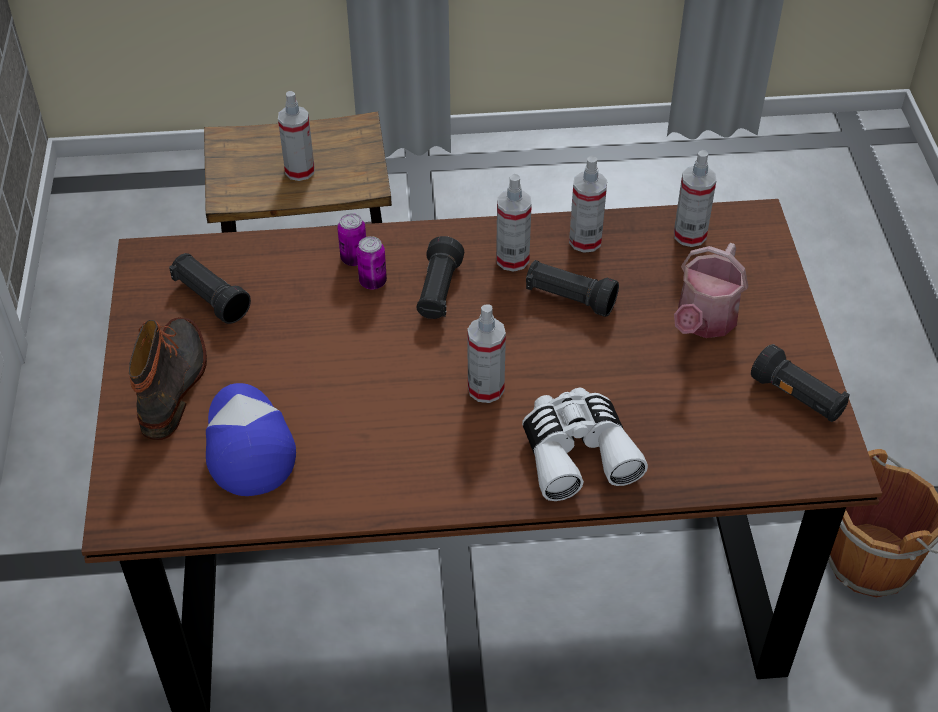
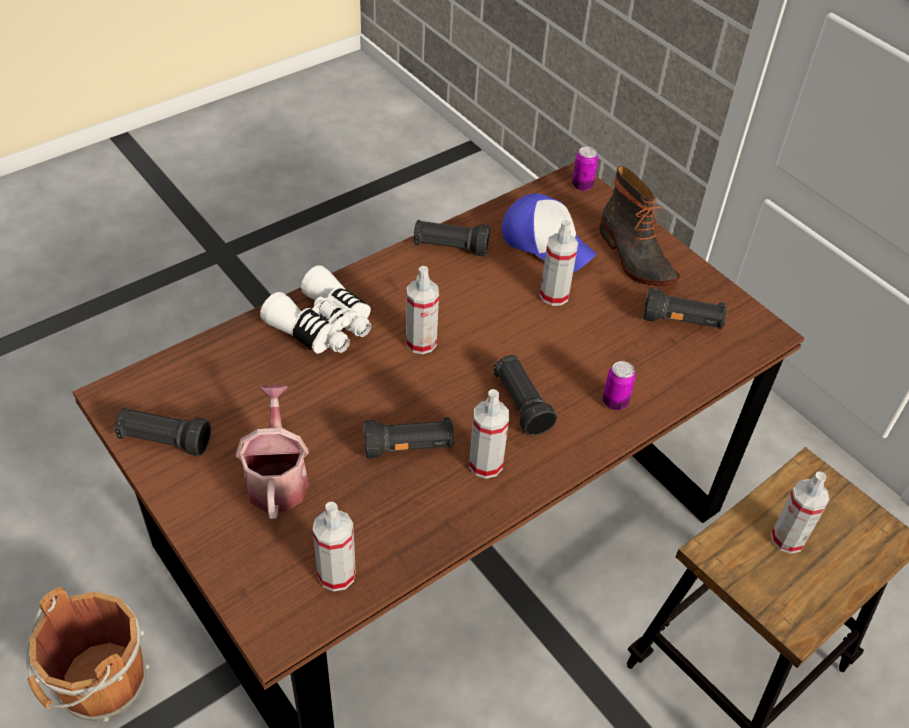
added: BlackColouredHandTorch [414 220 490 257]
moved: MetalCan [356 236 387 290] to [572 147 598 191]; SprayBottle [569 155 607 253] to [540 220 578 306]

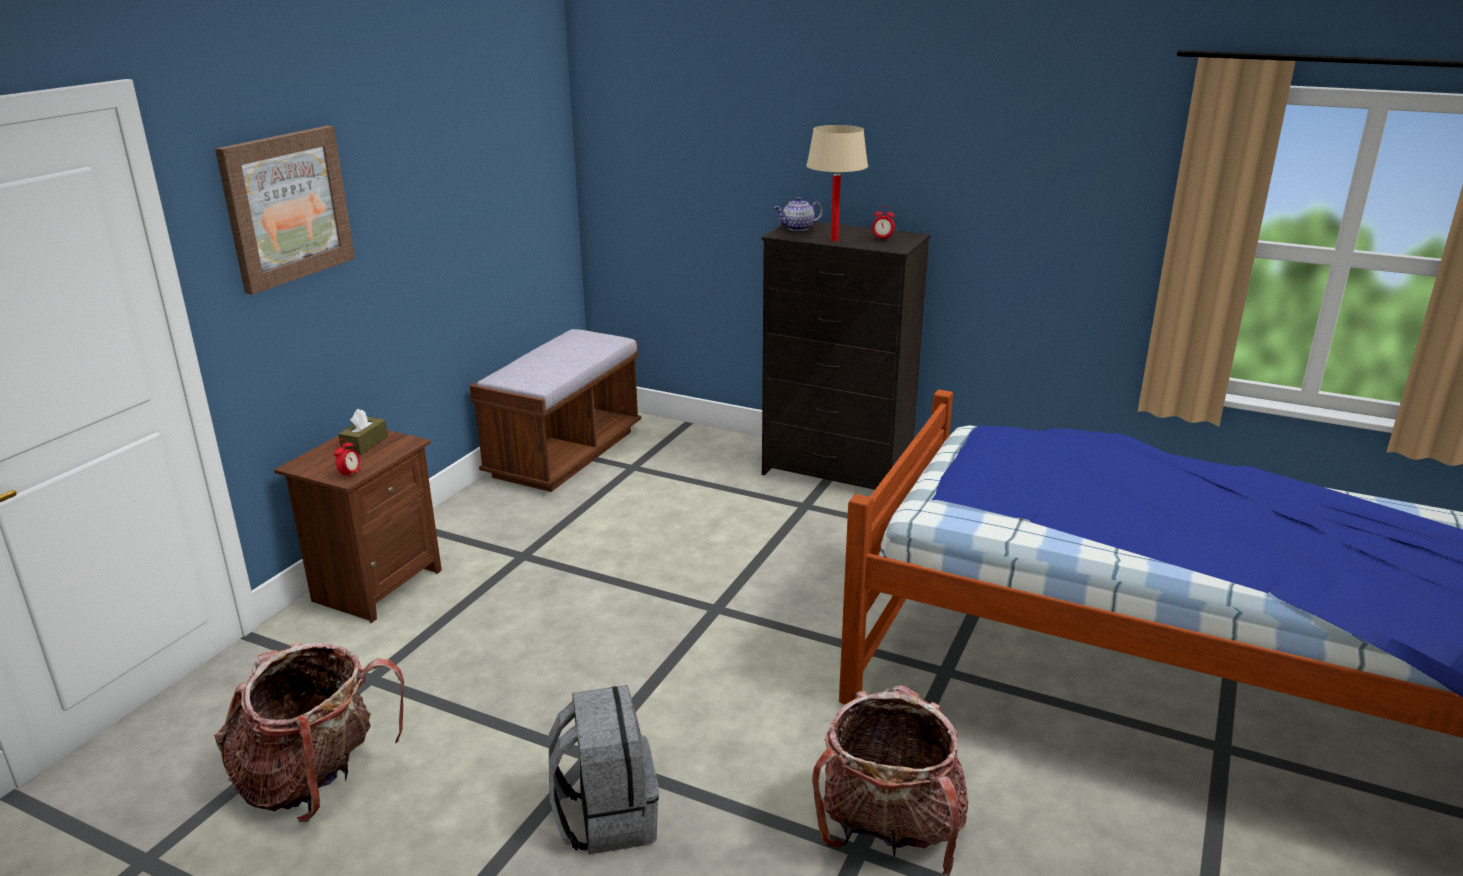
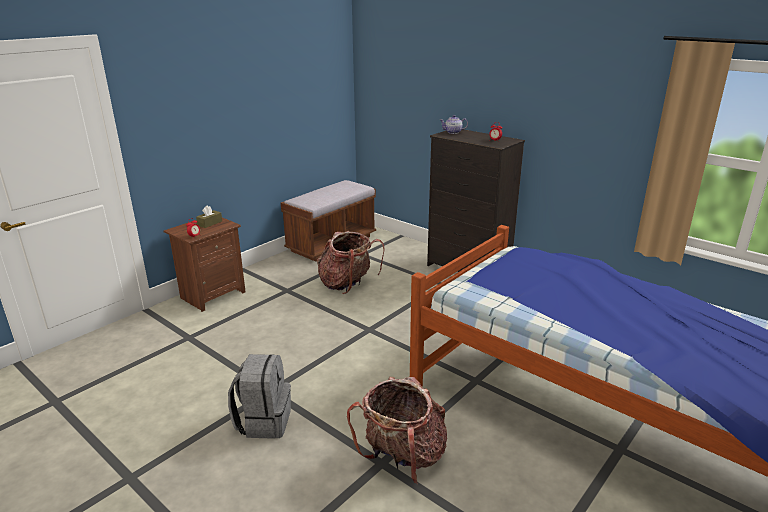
removed: Picture [215 126 355 295]; BeigeLampForATable [806 125 868 242]
moved: Rucksack [214 642 404 822] to [317 231 385 294]

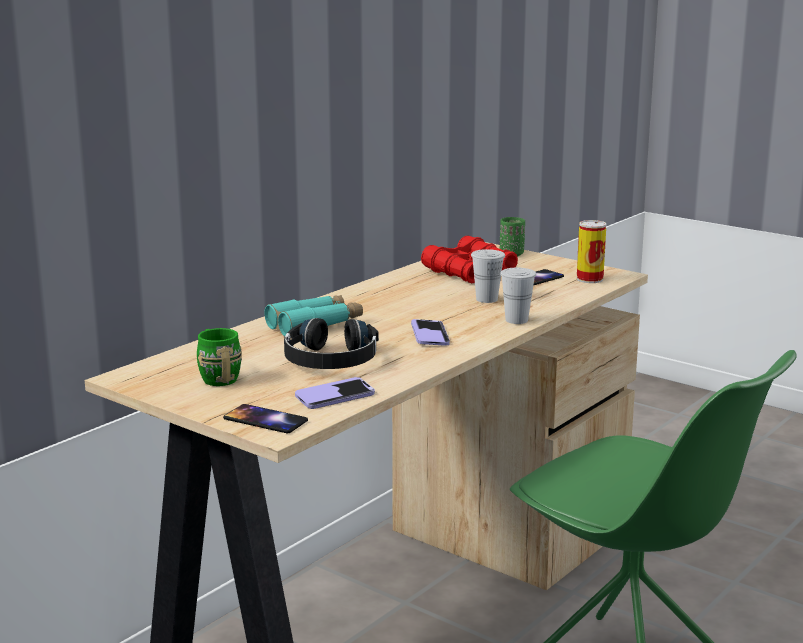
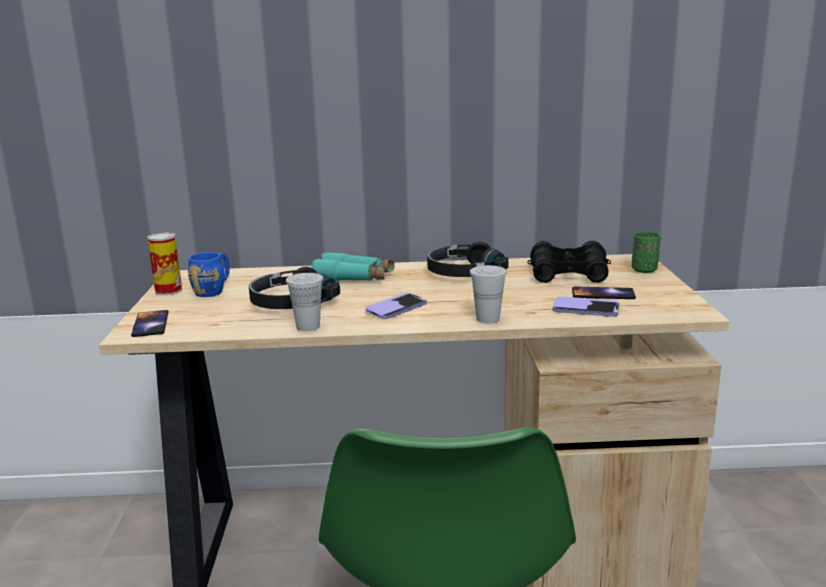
added: BlackColouredPairOfHeadphones [427 241 508 277]
moved: Handset [295 377 375 409] to [553 296 620 317]; WhitishCup [471 249 505 303] to [286 273 323 331]; MetalCan [577 220 607 283] to [147 232 182 295]
recoloured: GreenishCoffeeMug [197 328 242 386] to BlueCoffeeMug [188 252 230 297]; RedColouredBinoculars [421 235 518 283] to BlackColouredBinoculars [527 241 611 283]

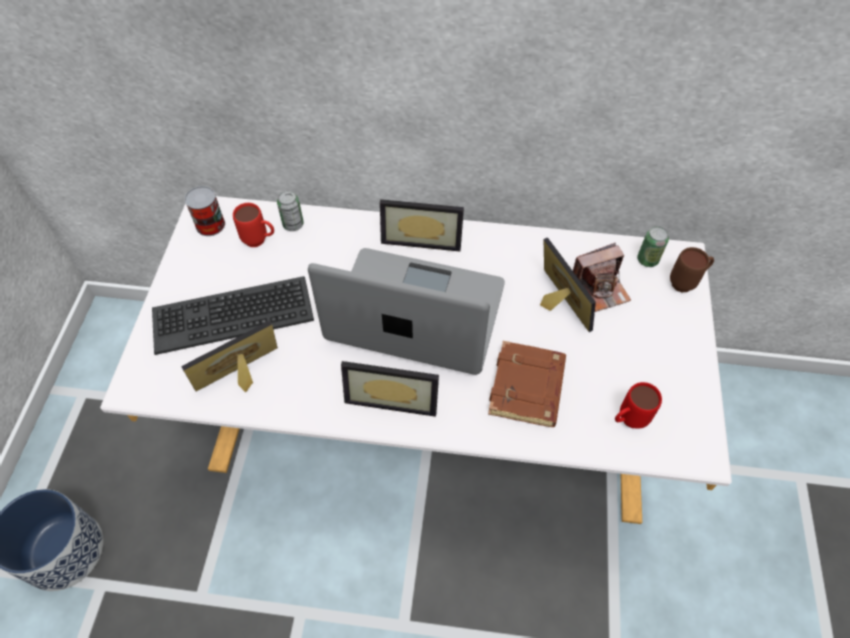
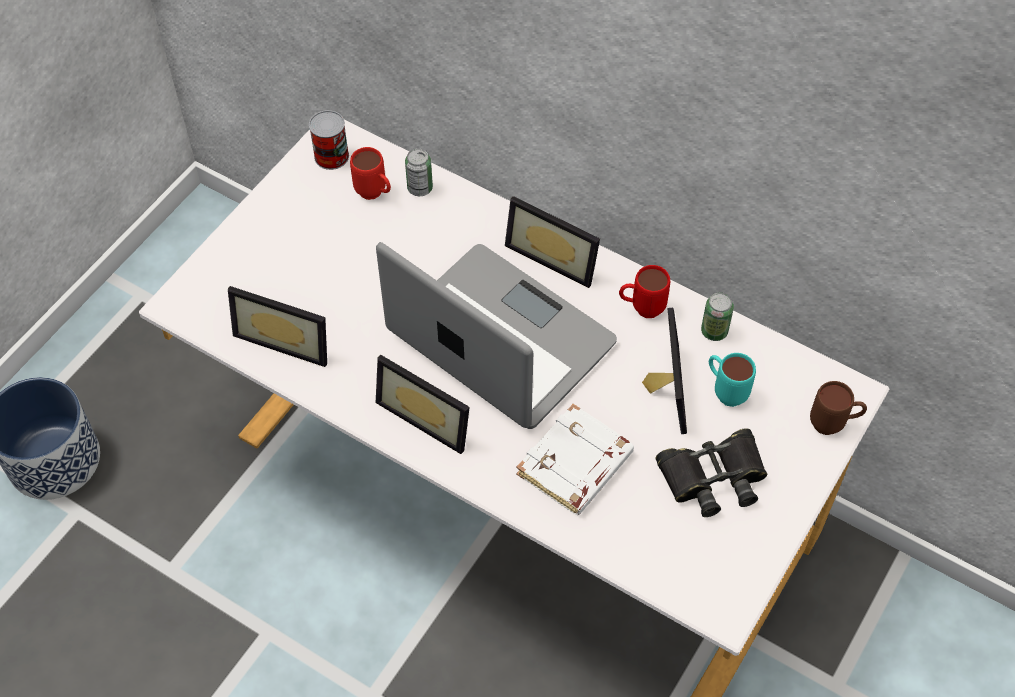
removed: ComputerKeyboard [152 276 314 355]
added: BlackColouredBinoculars [656 428 767 517]
moved: RedColouredCoffeeMug [615 382 662 428] to [619 265 670 318]; MetalCan [637 226 669 267] to [701 292 734 341]
replaced: StillCamera [573 243 631 312] to TurquoiseCoffeeMug [709 353 756 407]
recoloured: BrownishBoundBook [488 341 566 427] to WhitishBoundBook [516 404 634 516]
turned: PictureFrame [181 321 278 392] = [228 286 327 367] 150 degrees counterclockwise

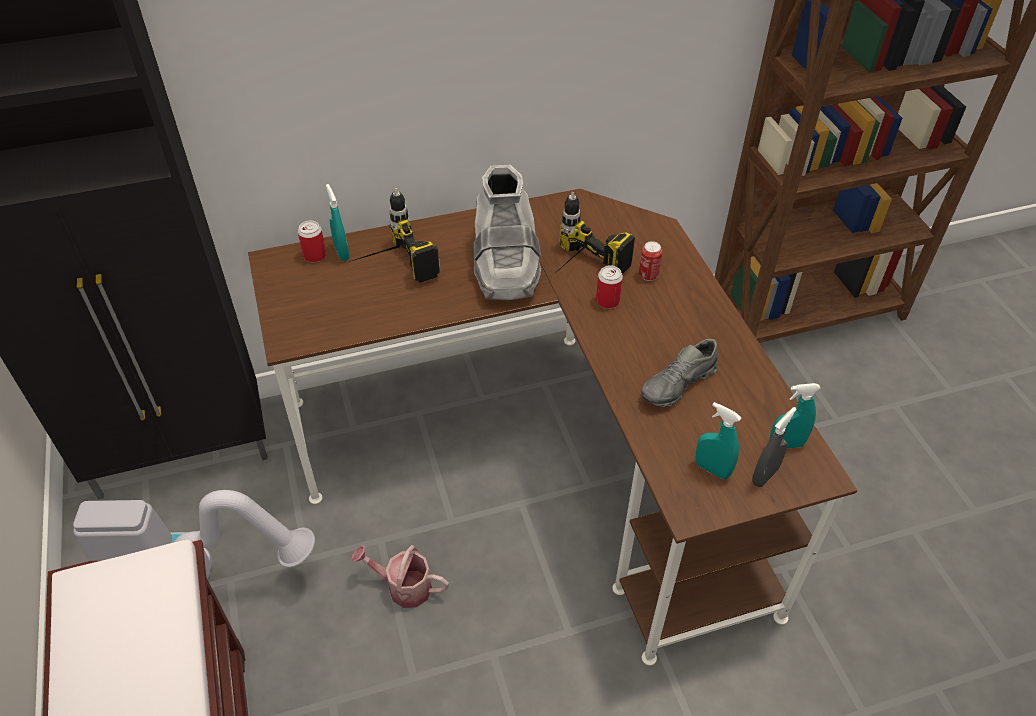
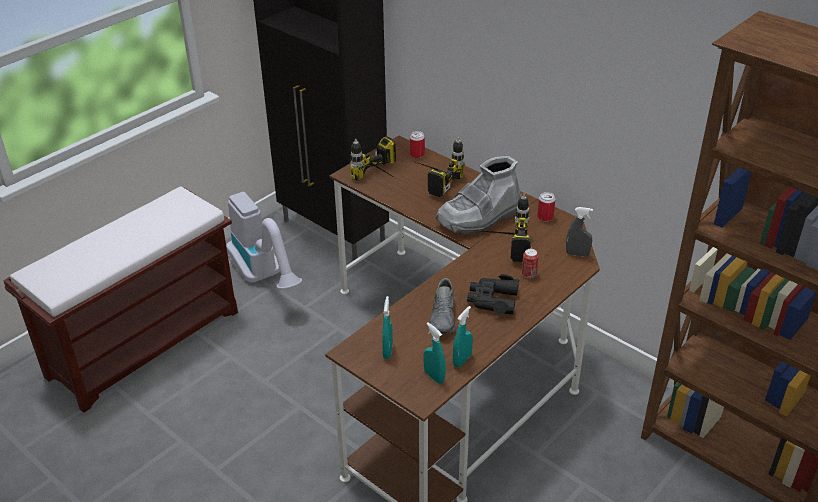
removed: WateringCan [351 545 449 608]
added: PowerDrill [350 136 396 181]; BlackColouredBinoculars [467 274 519 315]
moved: TurquoiseSprayBottle [326 184 350 261] to [453 306 473 367]; MetalCan [596 265 623 309] to [537 192 555 222]; GreyishSprayBottle [752 407 797 487] to [566 207 593 257]
turned: GreyishLowShoe [641 339 718 407] = [430 278 456 333] 105 degrees counterclockwise

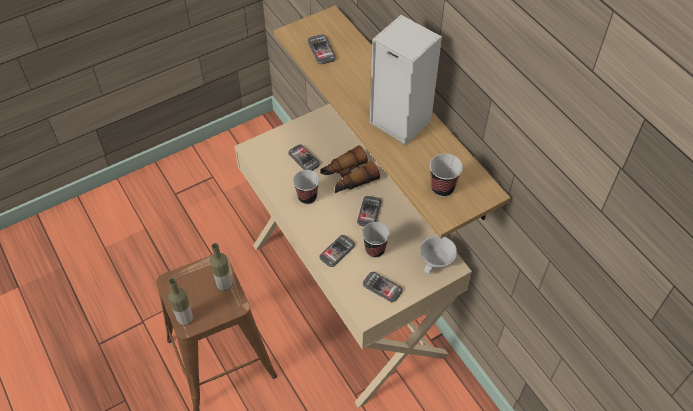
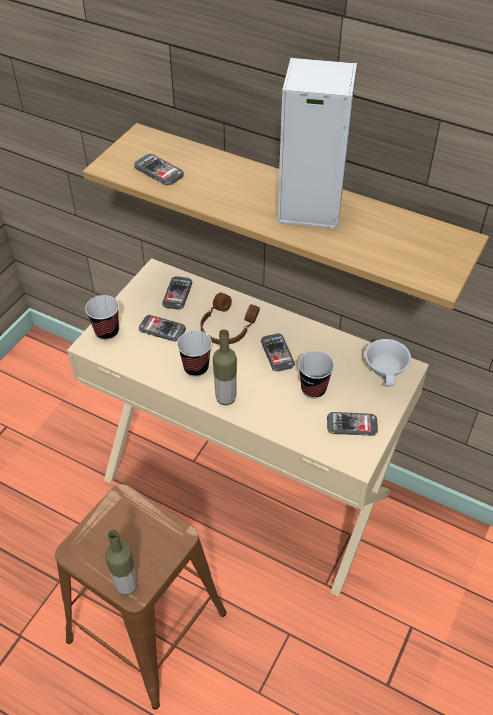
moved: Bottle [210 243 232 291] to [213 329 237 405]; Handset [319 235 355 267] to [162 276 193 310]; Cup [430 154 463 197] to [85 295 119 340]
replaced: Binoculars [320 145 380 193] to BrownishPairOfHeadphones [201 293 260 344]

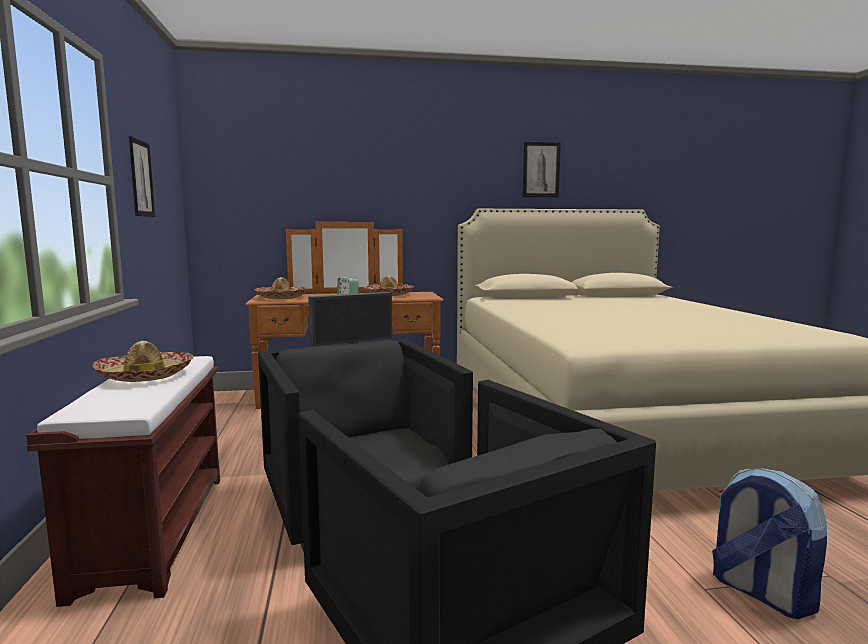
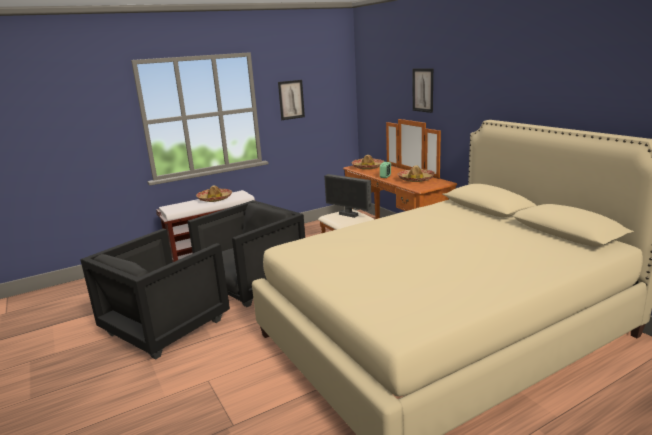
removed: Rucksack [712 468 827 619]
moved: Picture [523 142 561 197] to [413 68 433 113]

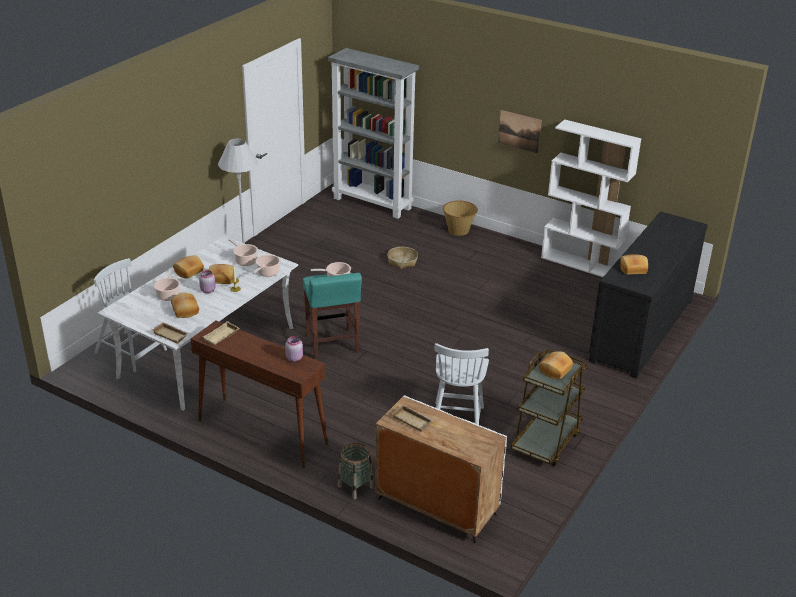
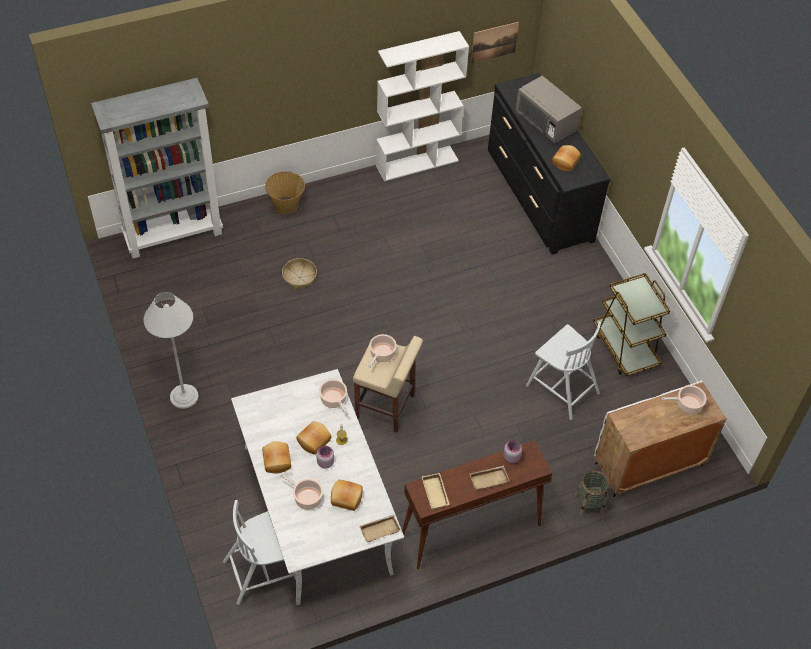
removed: Bread [539 351 573 379]
added: GreyishMicrowave [516 76 582 143]
moved: CookingPot [228 239 258 266] to [662 385 707 414]; BeigeCarryingTray [392 405 433 432] to [470 466 510 490]; Picture [498 110 542 154] to [471 22 519 64]
recoloured: TurquoiseStoolSeat [303 272 362 359] to BeigeStoolSeat [353 336 423 432]

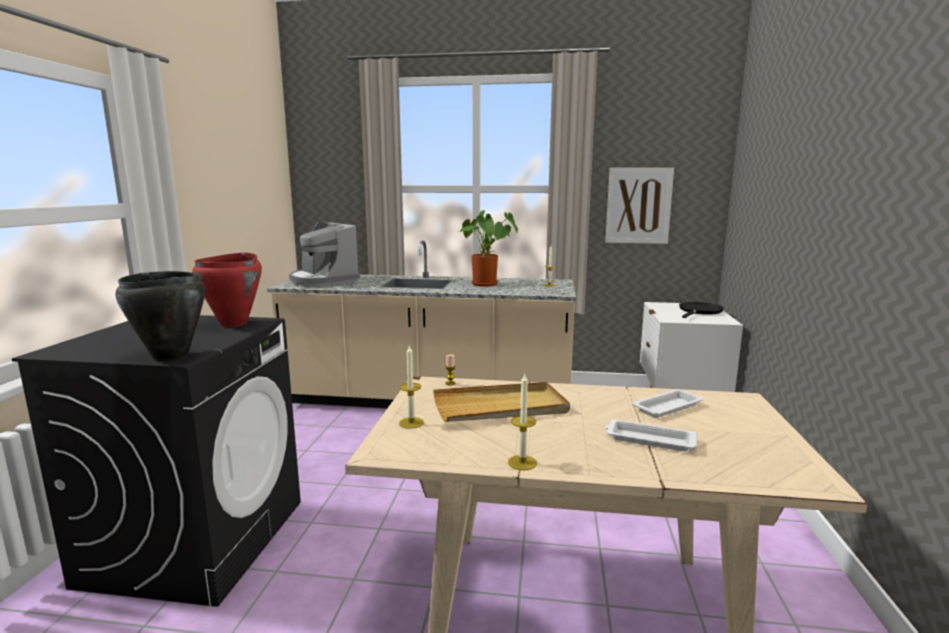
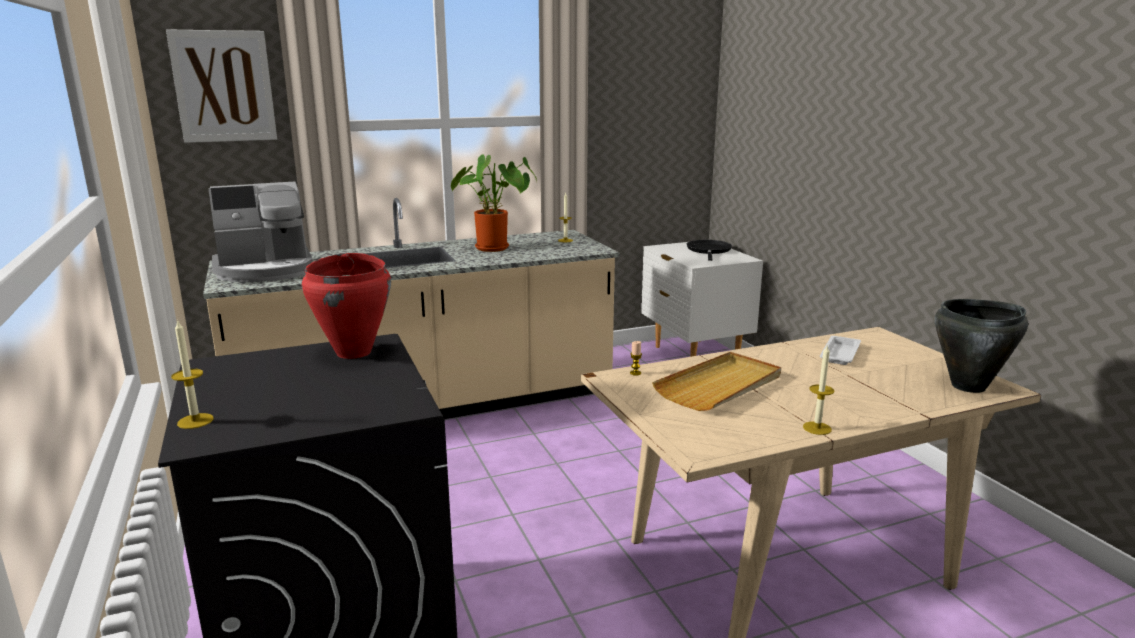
removed: WhitishCarryingTray [605 419 697 451]
moved: BlackColouredCookingPot [115 271 205 362] to [935 299 1028 393]; WaxCandle [399 346 424 429] to [171 319 214 429]; Picture [605 168 674 244] to [166 29 277 143]
turned: CoffeeBrewer [289 222 360 287] = [208 182 312 282] 45 degrees counterclockwise

